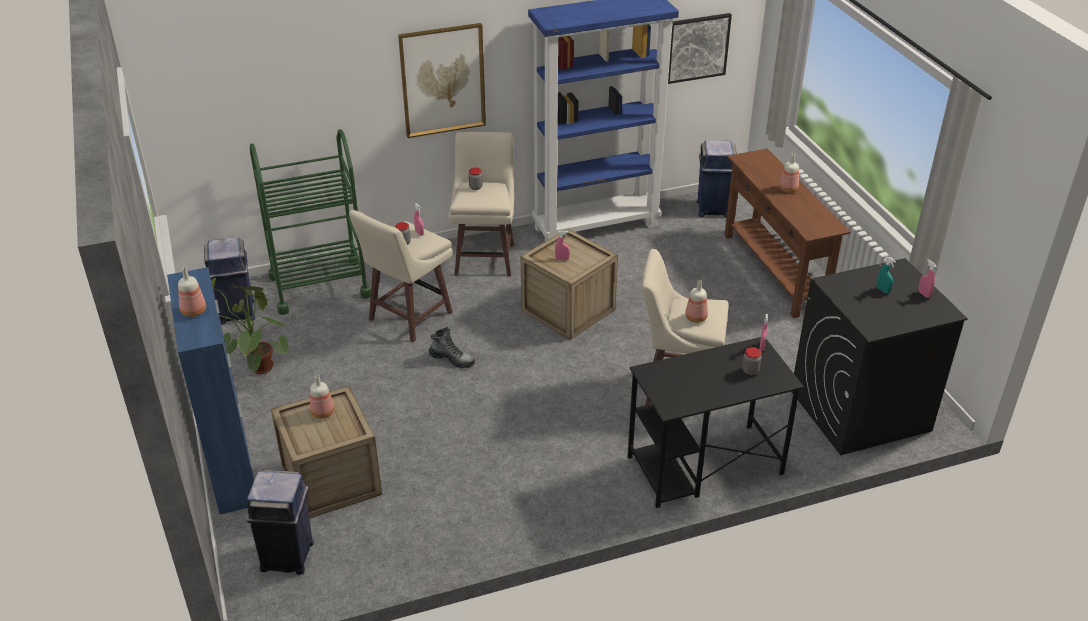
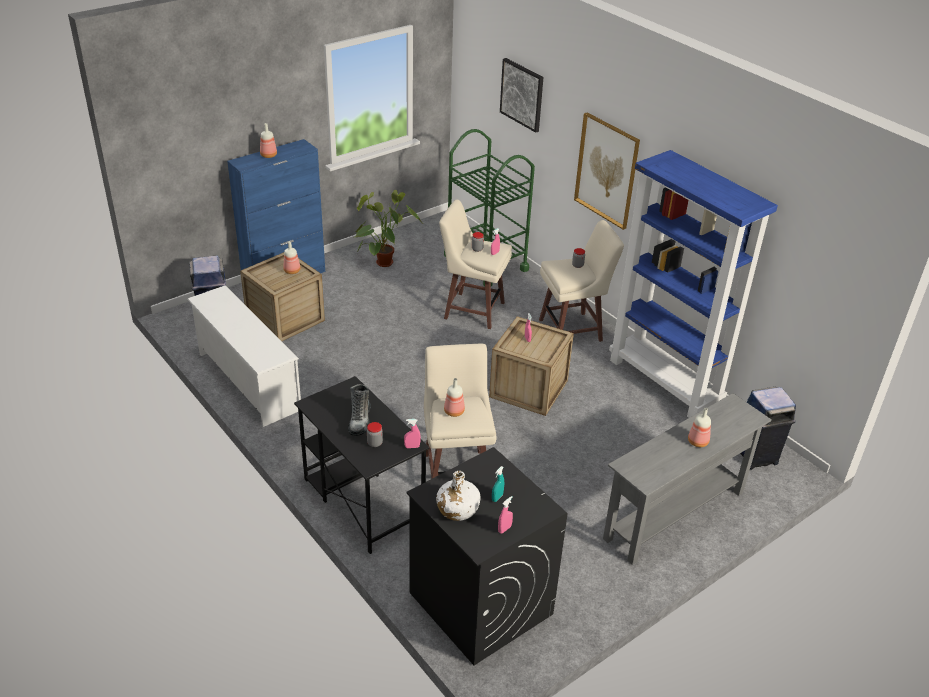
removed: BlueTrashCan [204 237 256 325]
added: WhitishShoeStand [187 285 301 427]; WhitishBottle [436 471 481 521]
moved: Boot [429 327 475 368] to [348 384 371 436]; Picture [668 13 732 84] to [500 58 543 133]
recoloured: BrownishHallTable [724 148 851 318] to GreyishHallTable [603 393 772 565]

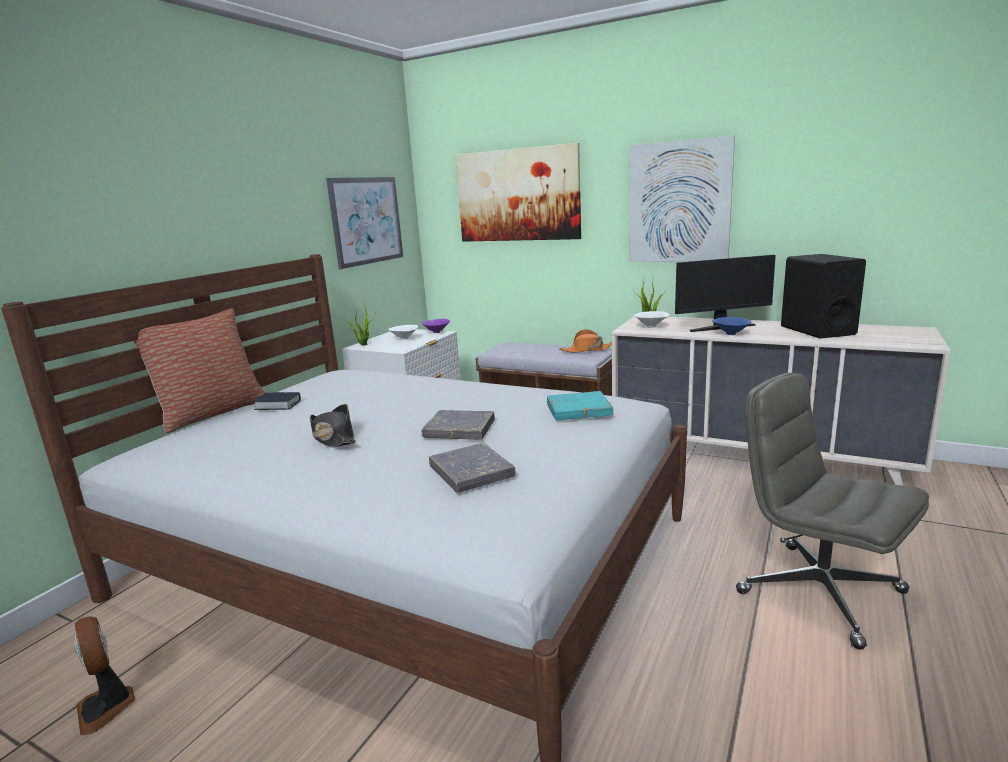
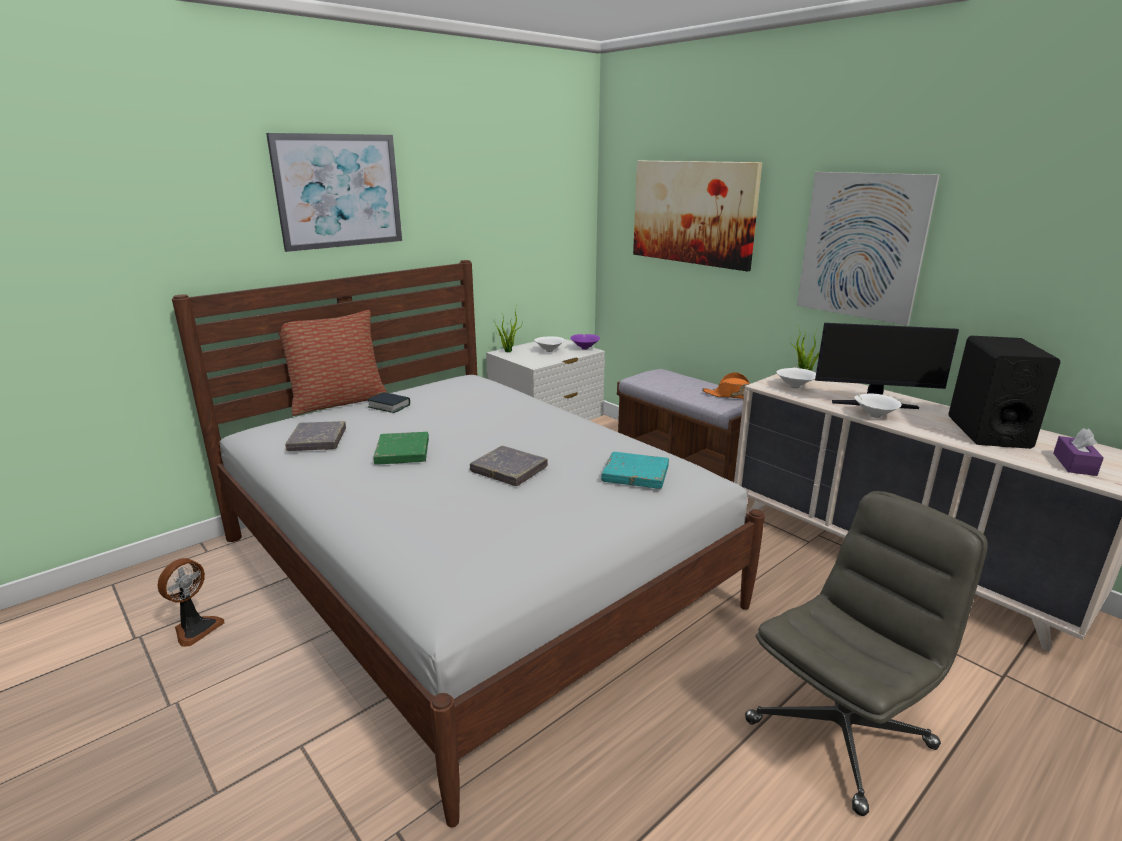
added: PurplishTissueBox [1053 428 1104 476]
moved: Picture [326 177 403 269] to [266 133 402 252]; GreyishBoundBook [429 443 516 493] to [285 421 346 451]
replaced: BlackColouredClothingHat [310 404 356 448] to GreenishBoundBook [373 432 429 465]
recoloured: BlueServingBowl [712 317 751 335] to WhitishServingBowl [854 393 902 418]
turned: CoolingFan [75 616 135 735] = [158 558 224 647] 135 degrees counterclockwise; GreyishOfficeChair [736 373 929 650] = [745 491 988 816] 75 degrees clockwise

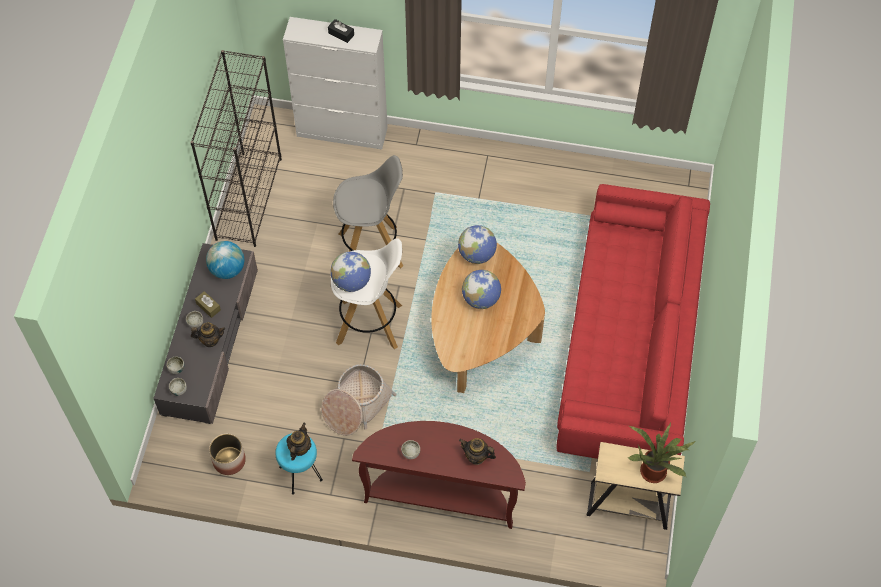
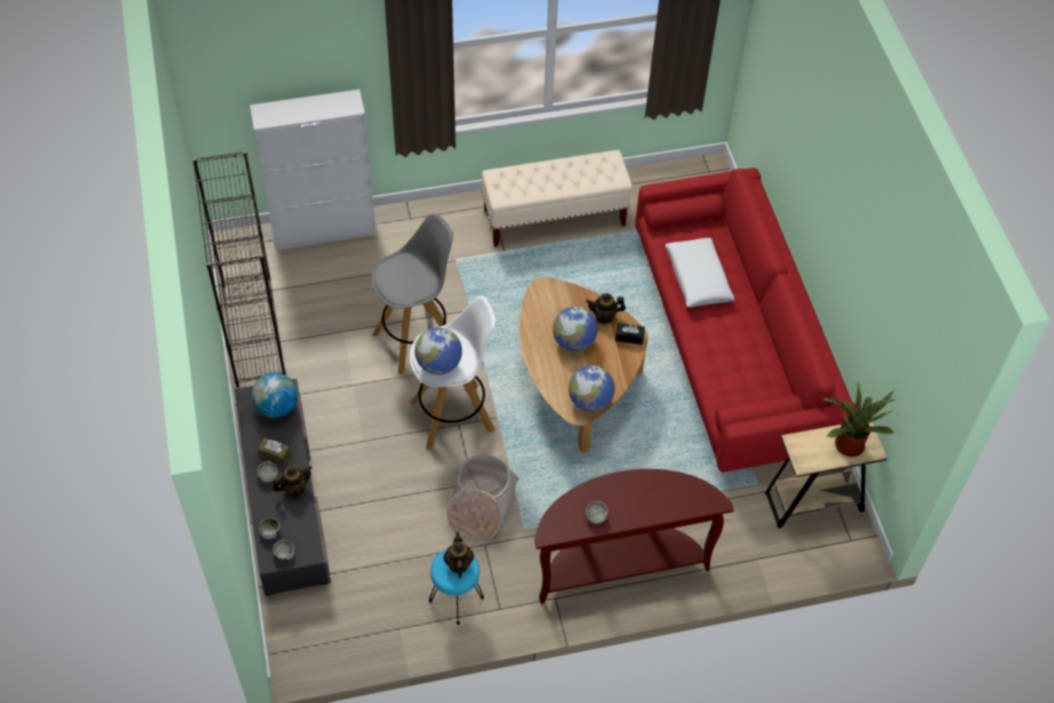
removed: PlantPot [209 434 246 475]
added: BeigeBench [481 150 632 247]; WhitishPillow [665 238 735 307]
moved: BlackColouredTissueBox [328 19 354 43] to [615 323 645 345]; Globe [458 225 497 264] to [568 365 615 412]; TeaPot [459 438 496 465] to [586 293 626 324]

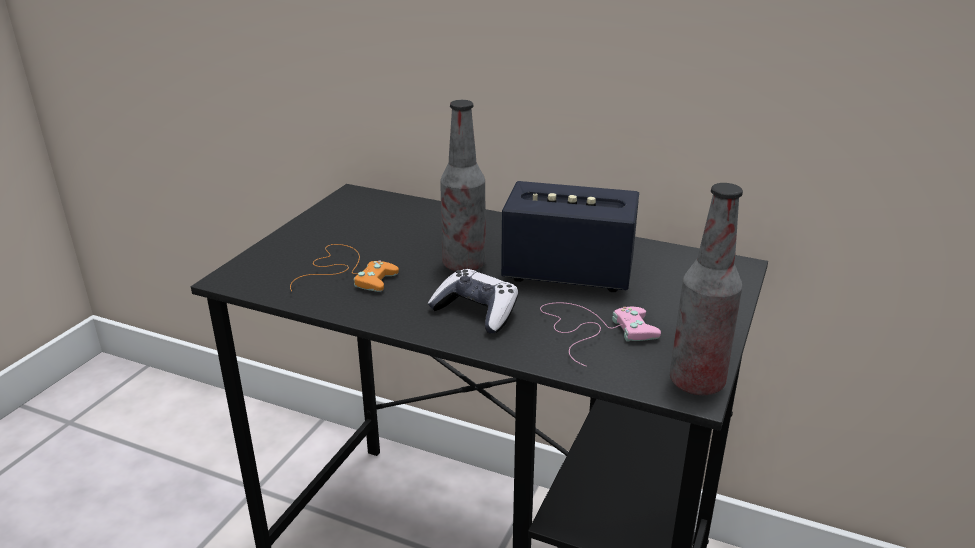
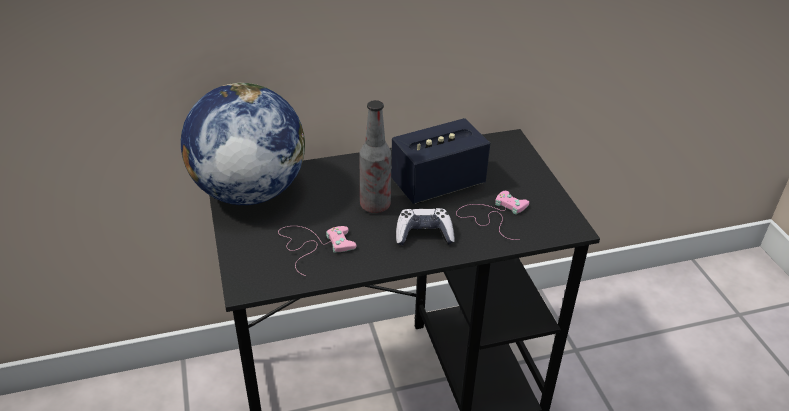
removed: Bottle [670 183 743 395]
added: Globe [181 83 305 205]
recoloured: OrangeyJoypad [290 244 399 292] to PinkJoypad [278 226 356 276]

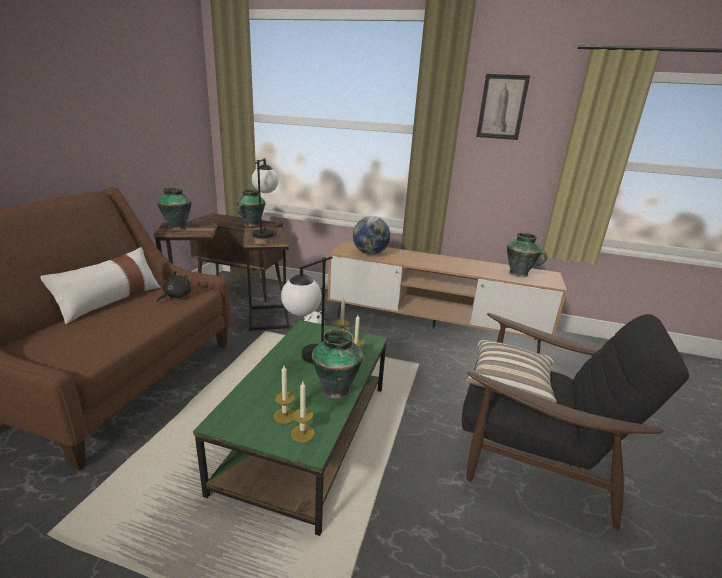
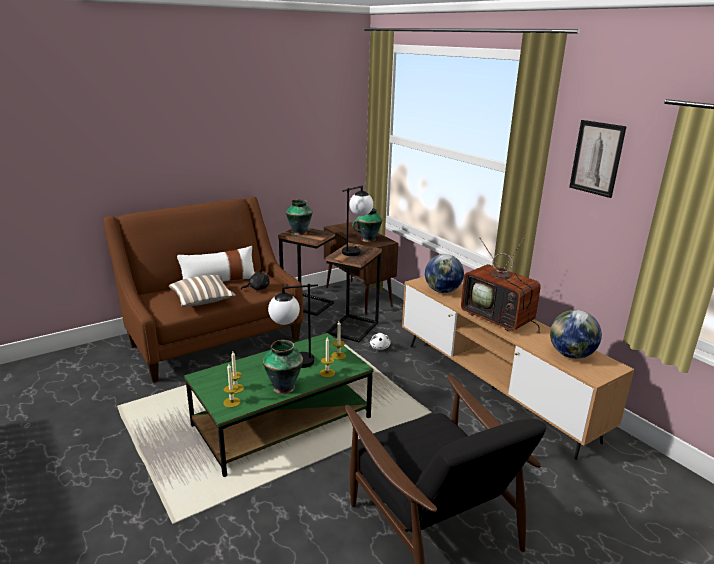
added: TvSet [461 239 541 333]
moved: Pillow [466 340 557 403] to [169 275 236 306]
replaced: Vase [507 233 547 277] to Globe [550 310 602 359]

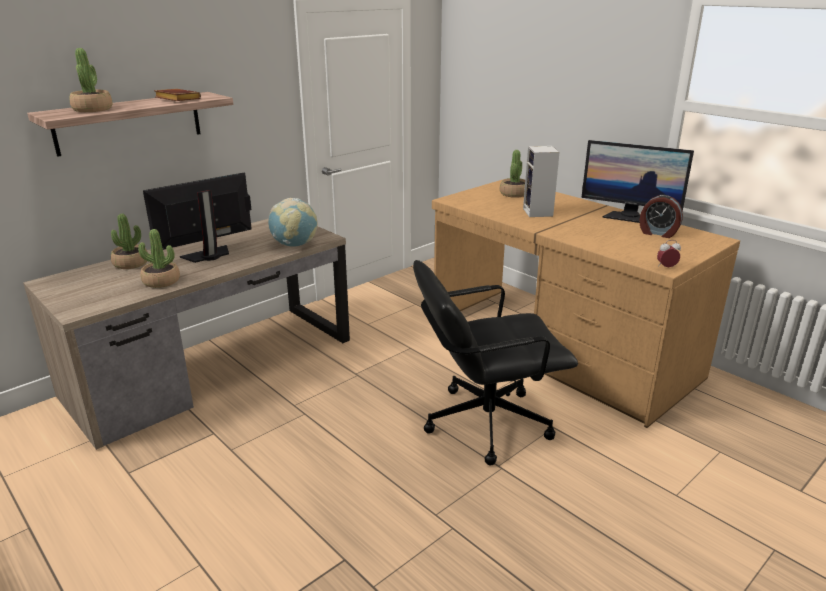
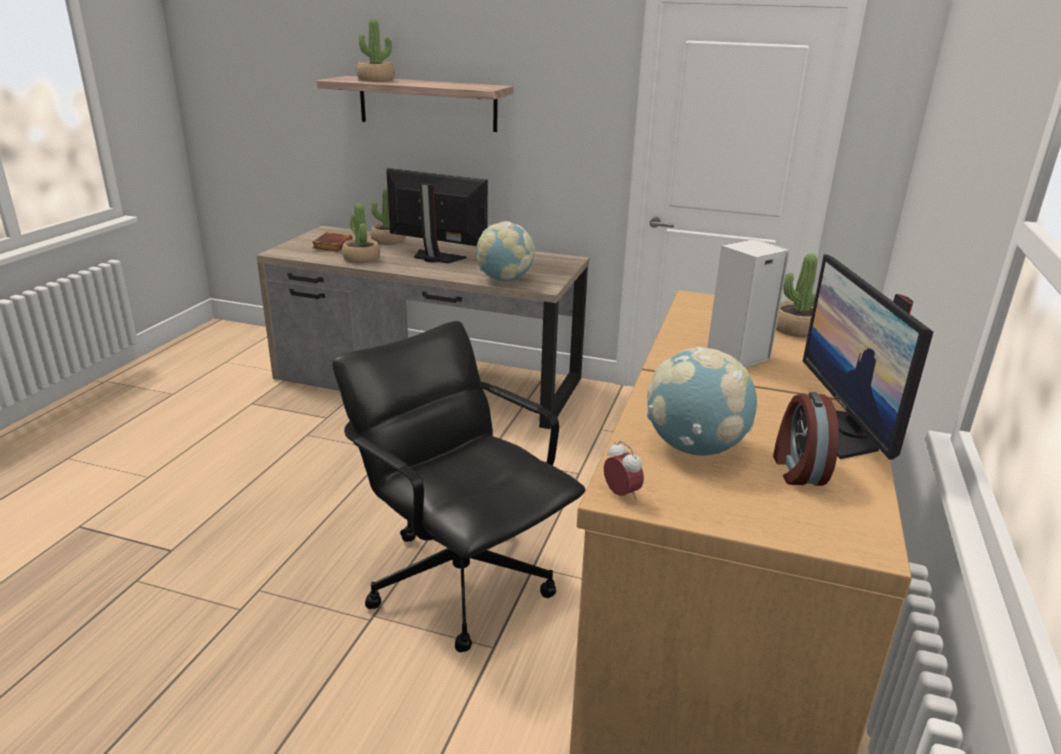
added: Globe [647 347 757 455]
moved: BrownishBoundBook [154 89 201 101] to [312 232 353 252]

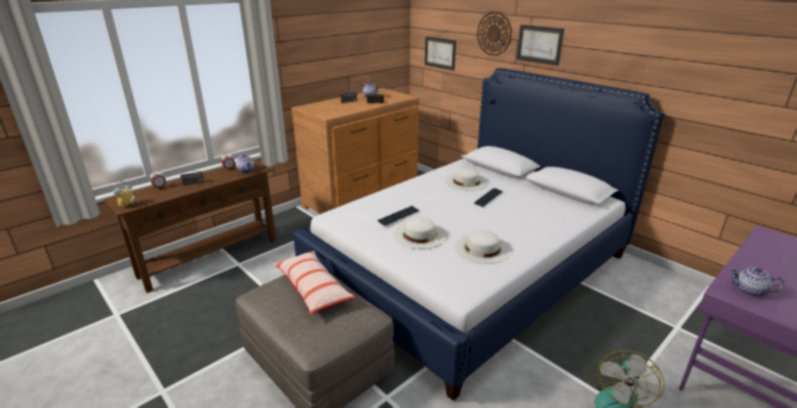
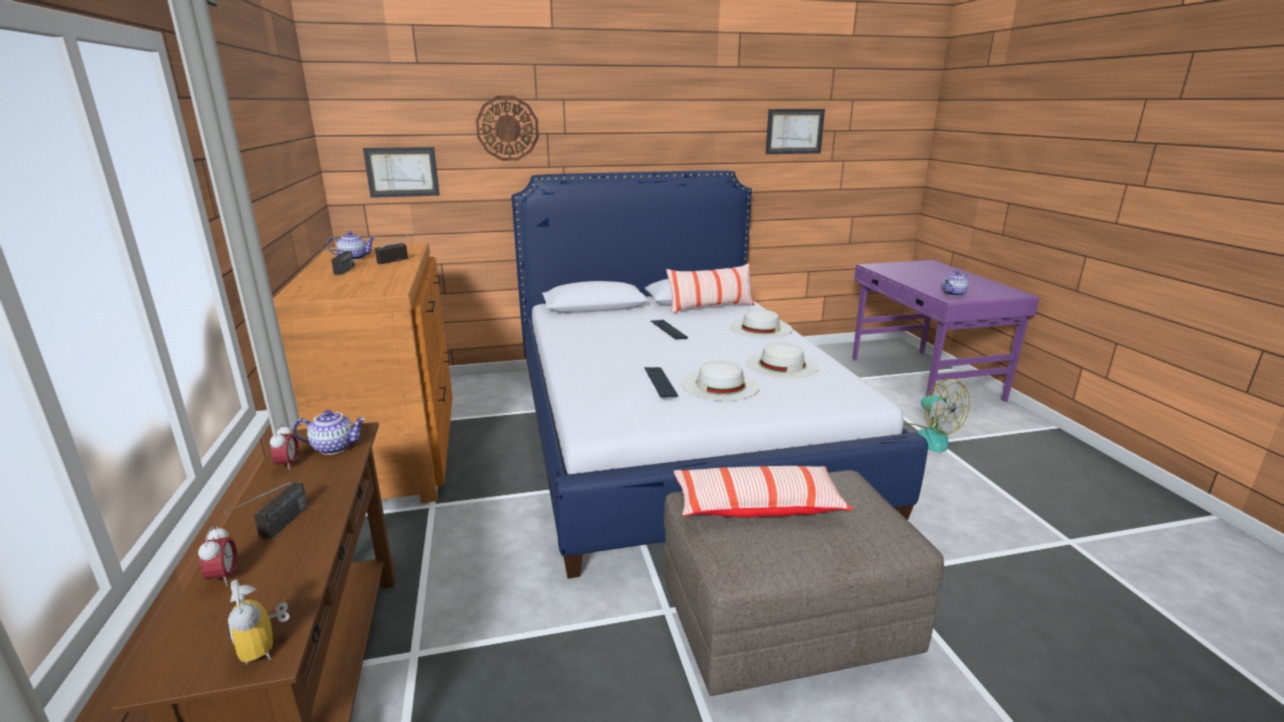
added: Pillow [666 263 755 314]
moved: WhitishClothingHat [445 168 488 191] to [730 309 792 338]; Picture [517 25 564 66] to [766 109 825 154]

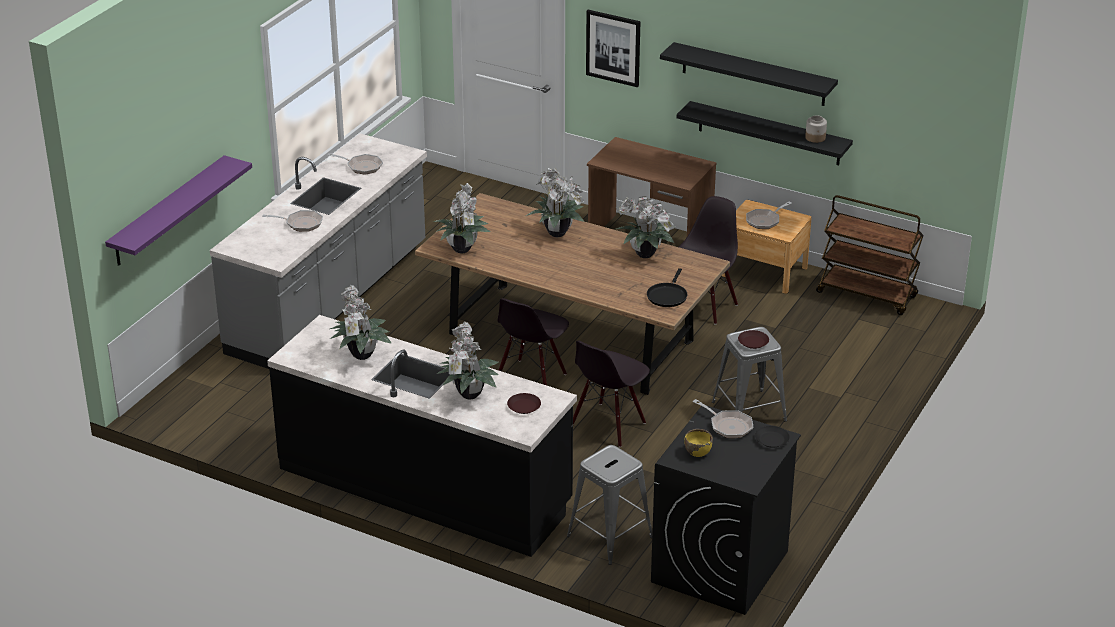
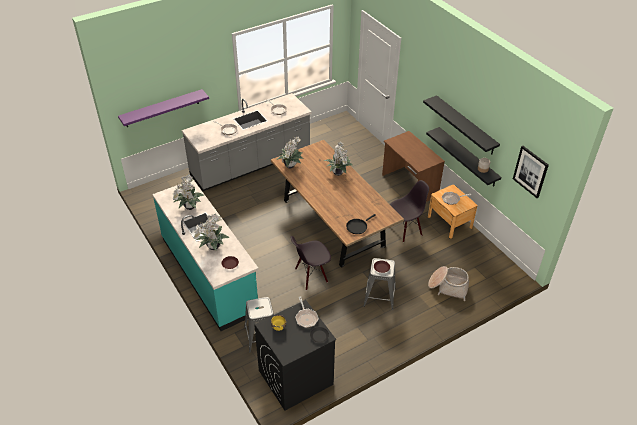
removed: BlackColouredUprightChair [498 298 569 385]; PlantInAPot [616 196 675 258]; BrownishWheeledCart [816 195 924 315]
added: Basket [428 266 469 301]
moved: Picture [586 10 641 87] to [513 146 549 198]
recoloured: BlackColouredKitchenBaseUnit [267 315 577 557] to TurquoiseKitchenBaseUnit [153 180 259 331]

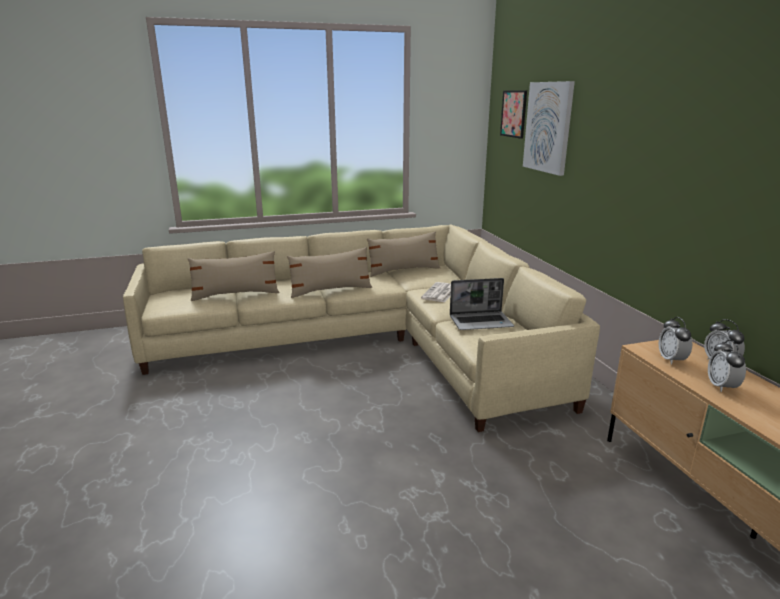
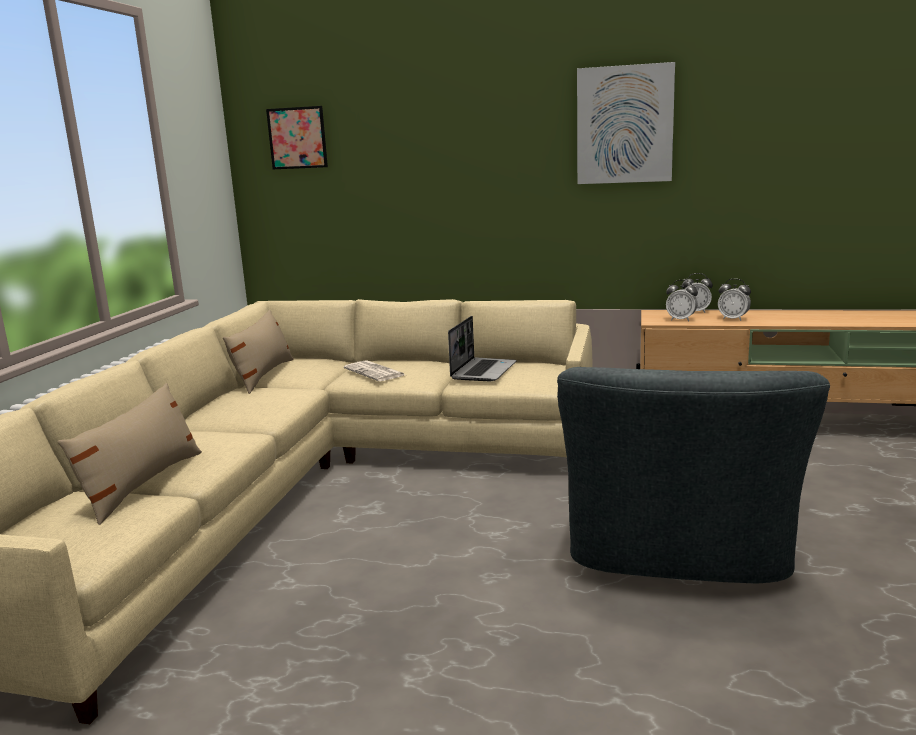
removed: BeigePillow [287 247 372 298]
added: GreyishEasyChair [557 367 830 584]
moved: Picture [523 81 575 176] to [577 62 675 184]

